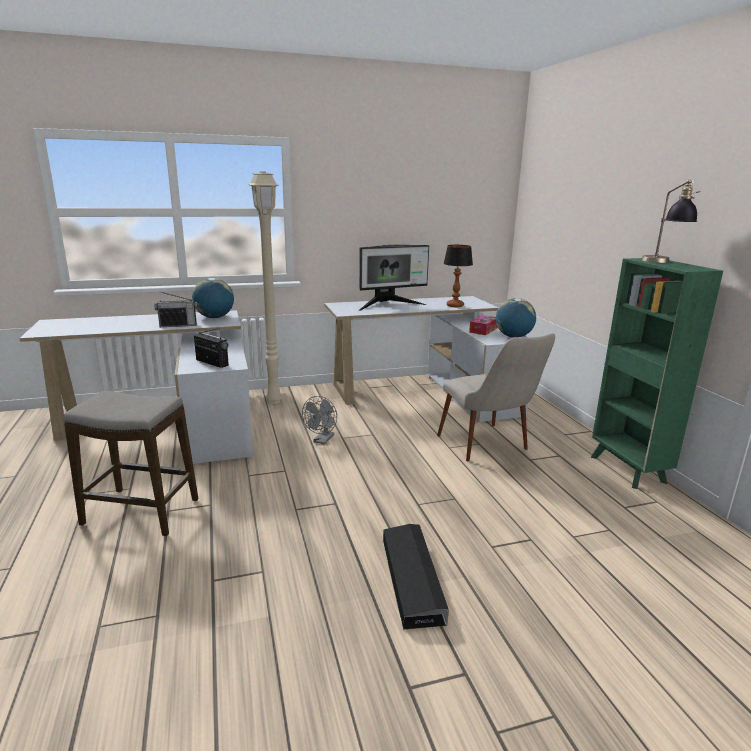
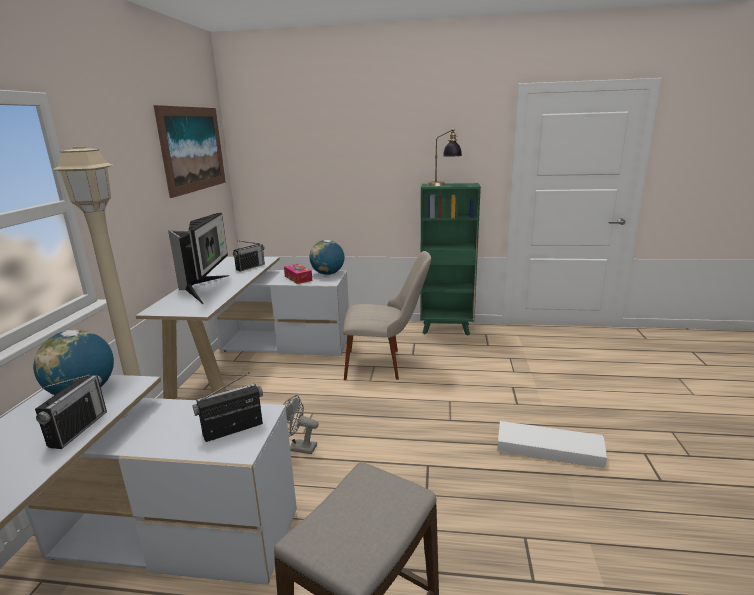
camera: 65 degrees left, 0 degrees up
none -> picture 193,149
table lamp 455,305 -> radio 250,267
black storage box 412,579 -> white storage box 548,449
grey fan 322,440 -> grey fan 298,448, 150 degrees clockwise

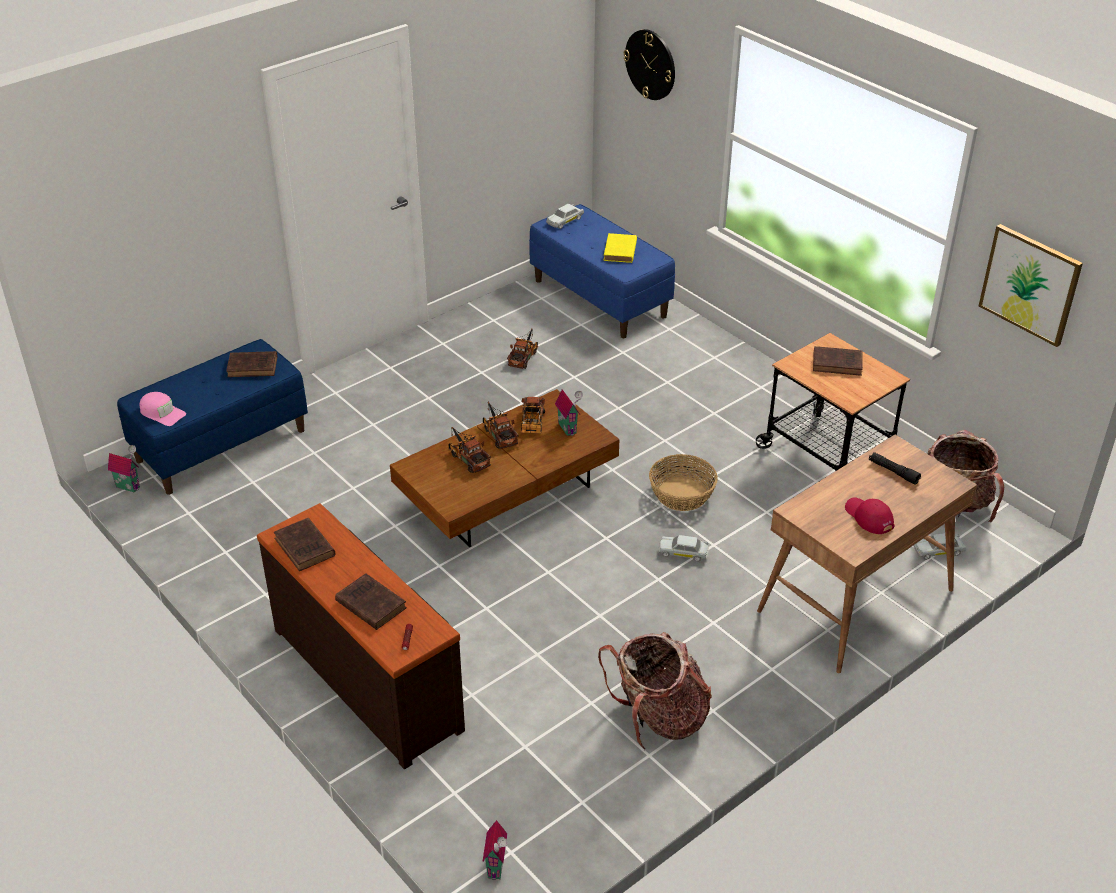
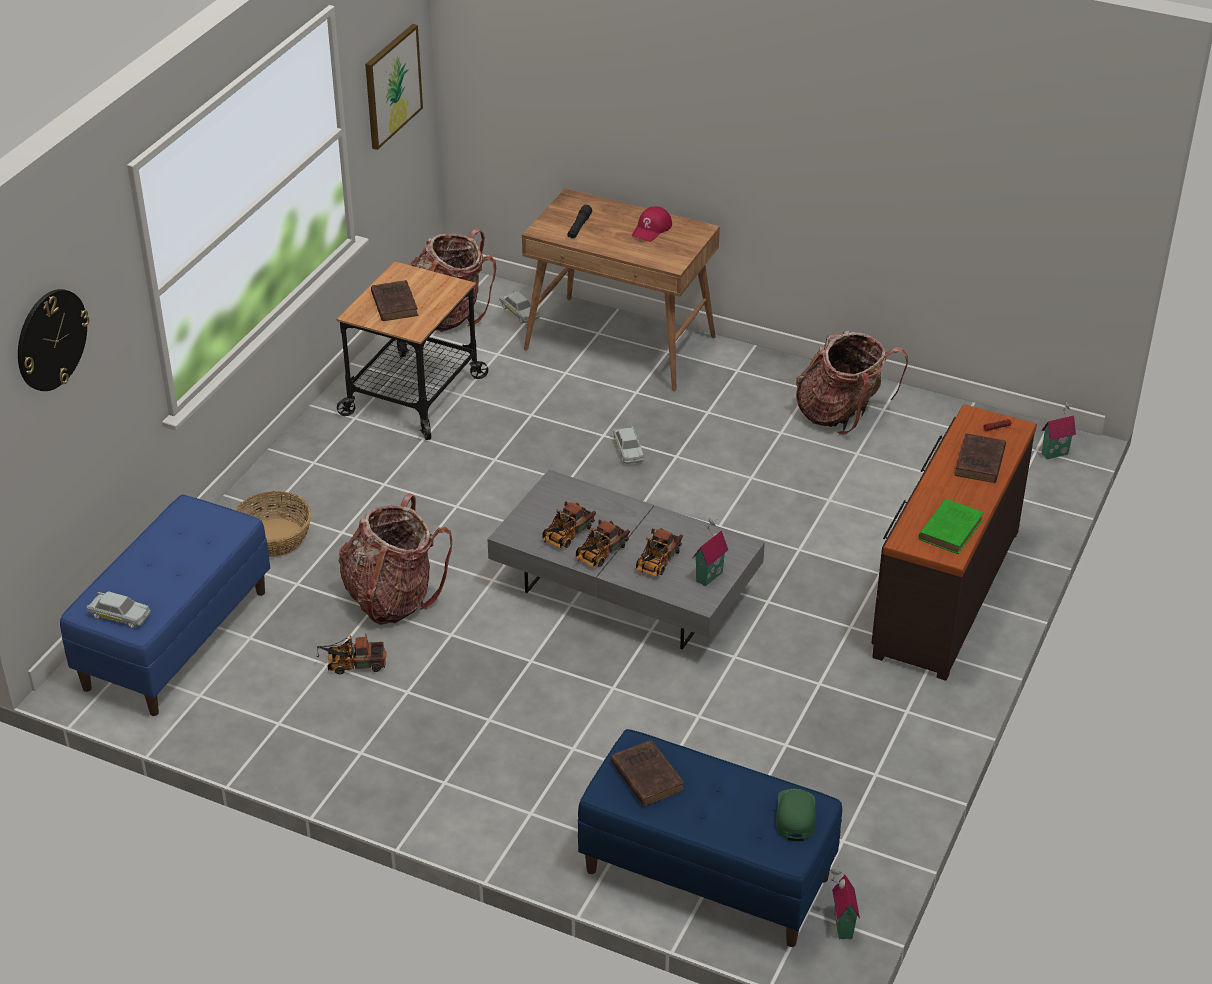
camera: 115 degrees left, 0 degrees up
yellow book 620,251 -> none
none -> backpack 392,597
toy house 569,428 -> toy house 708,575, shifted
basket 682,494 -> basket 273,537, shifted
pink cap 162,413 -> green cap 795,816
brown book 305,548 -> green book 951,529
brown coffee table 507,494 -> grey coffee table 624,591
toy truck 532,424 -> toy truck 566,536, 150 degrees clockwise

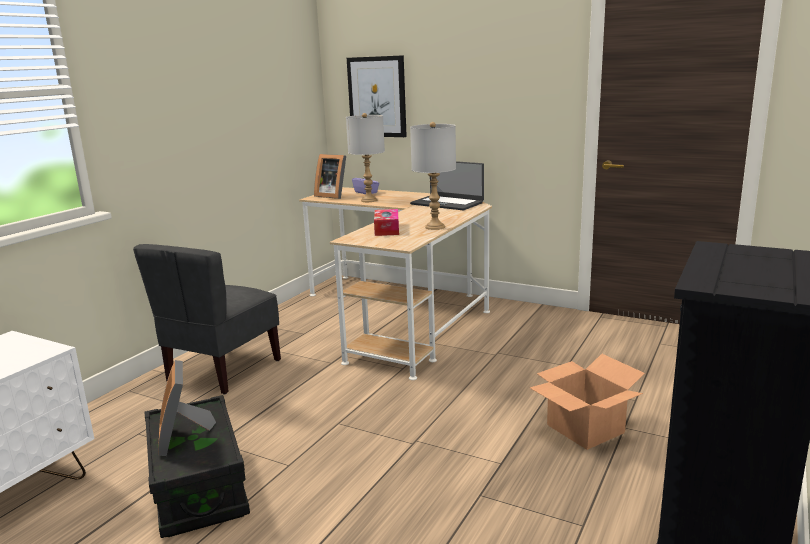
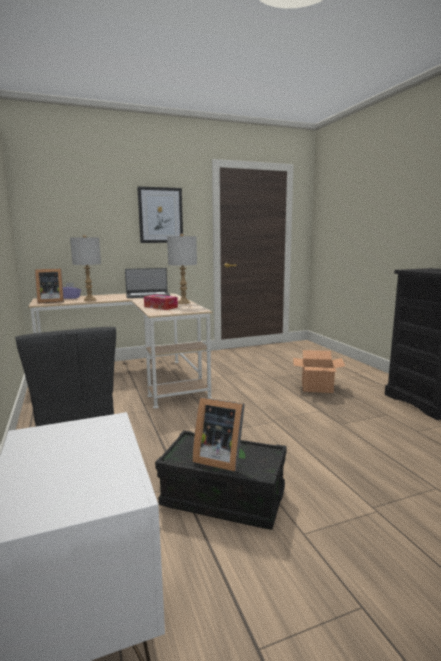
camera: 50 degrees left, 5 degrees down
picture 377,97 -> picture 160,215, shifted

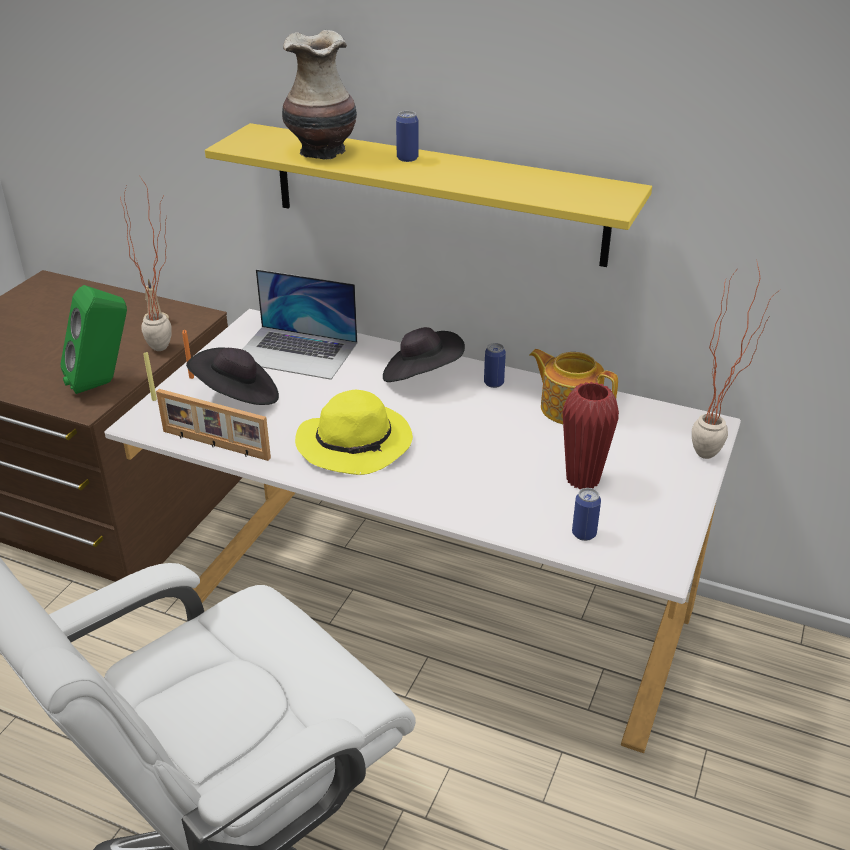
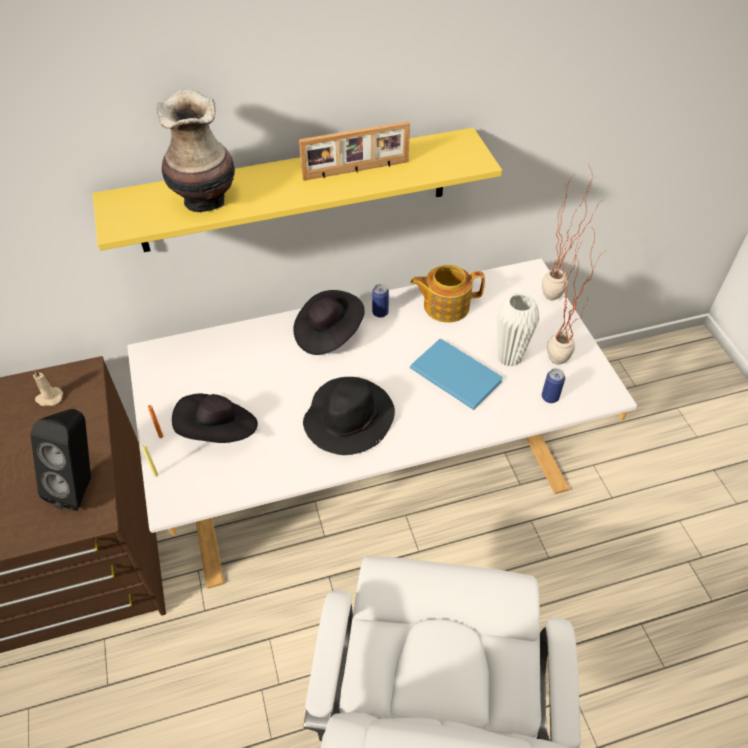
camera: 40 degrees left, 15 degrees up
laptop 296,352 -> none
can 407,158 -> none
none -> blue book 455,372
potted plant 169,346 -> potted plant 559,354, shifted
picture frame 215,445 -> picture frame 356,171, shifted
green speaker 103,383 -> black speaker 81,485
yellow hat 356,443 -> black hat 349,418
red vase 582,480 -> white vase 509,357

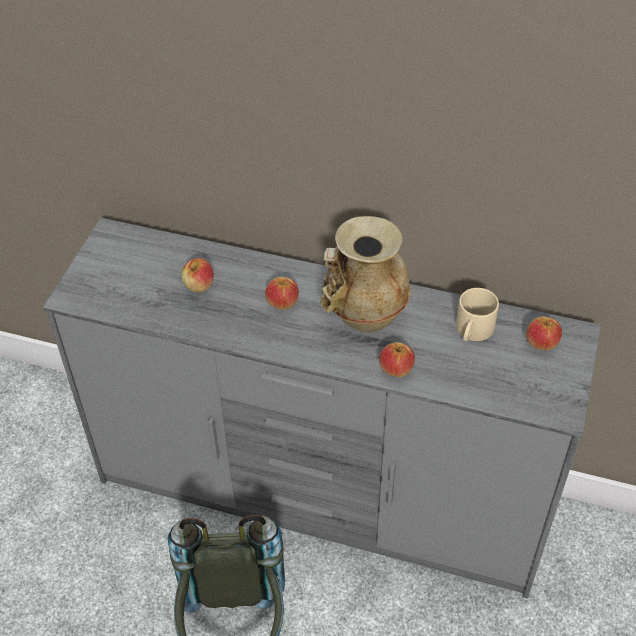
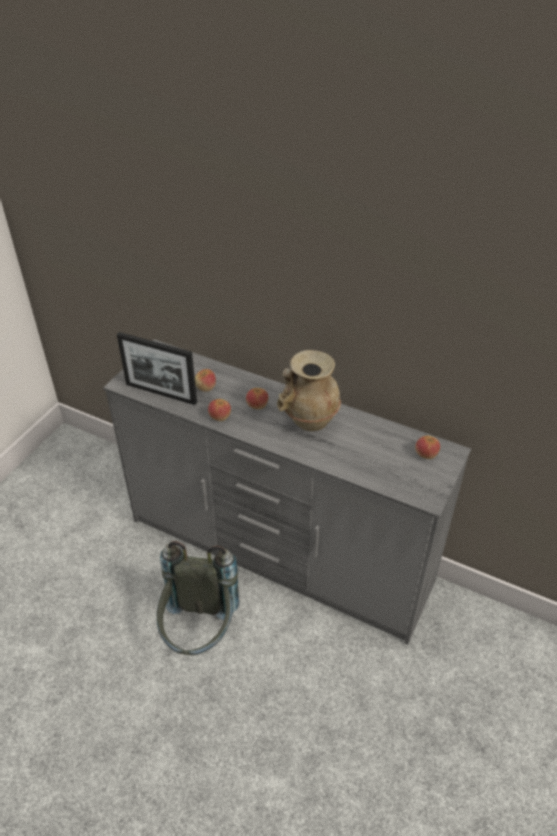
camera: 10 degrees right, 5 degrees down
beige mug 473,332 -> none
none -> picture frame 161,393
apple 396,369 -> apple 220,416, shifted

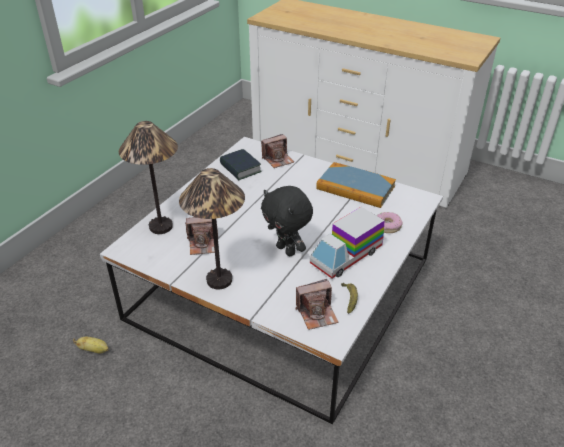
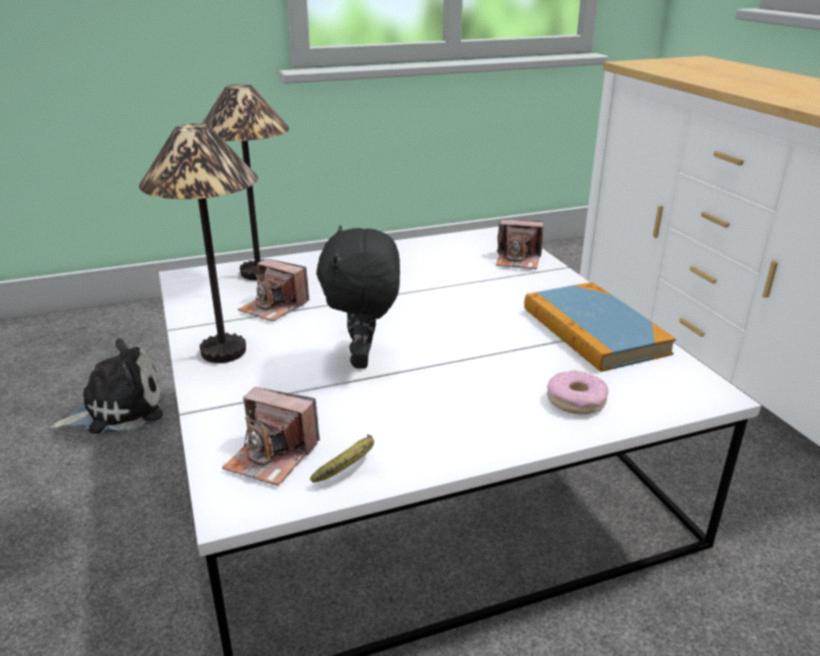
camera: 40 degrees right, 10 degrees down
book 240,168 -> none
toy truck 346,256 -> none
banana 94,350 -> plush toy 118,409

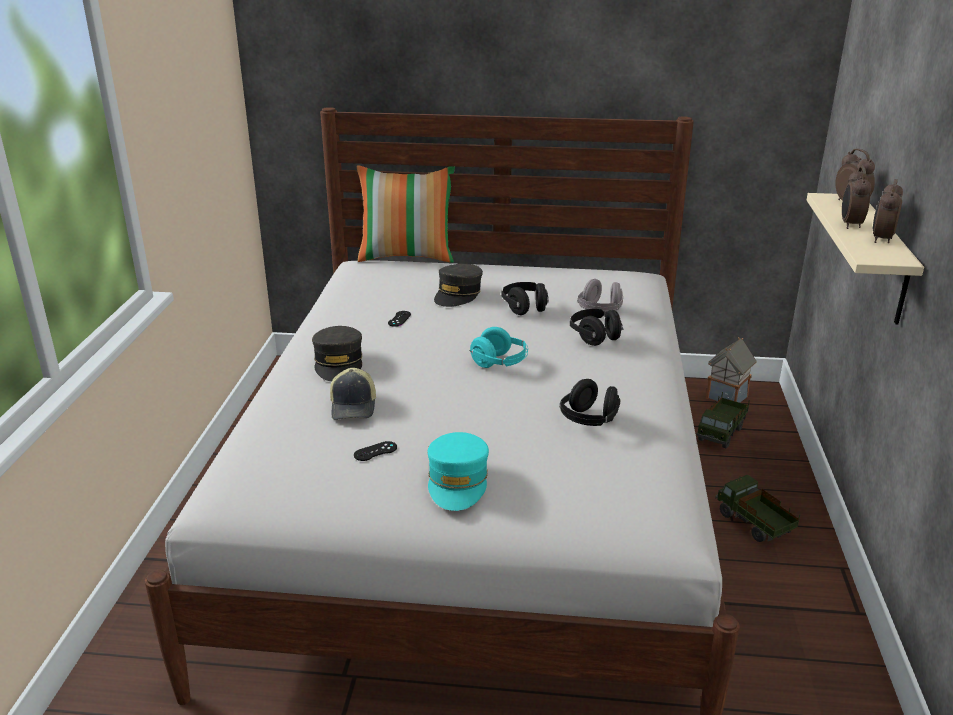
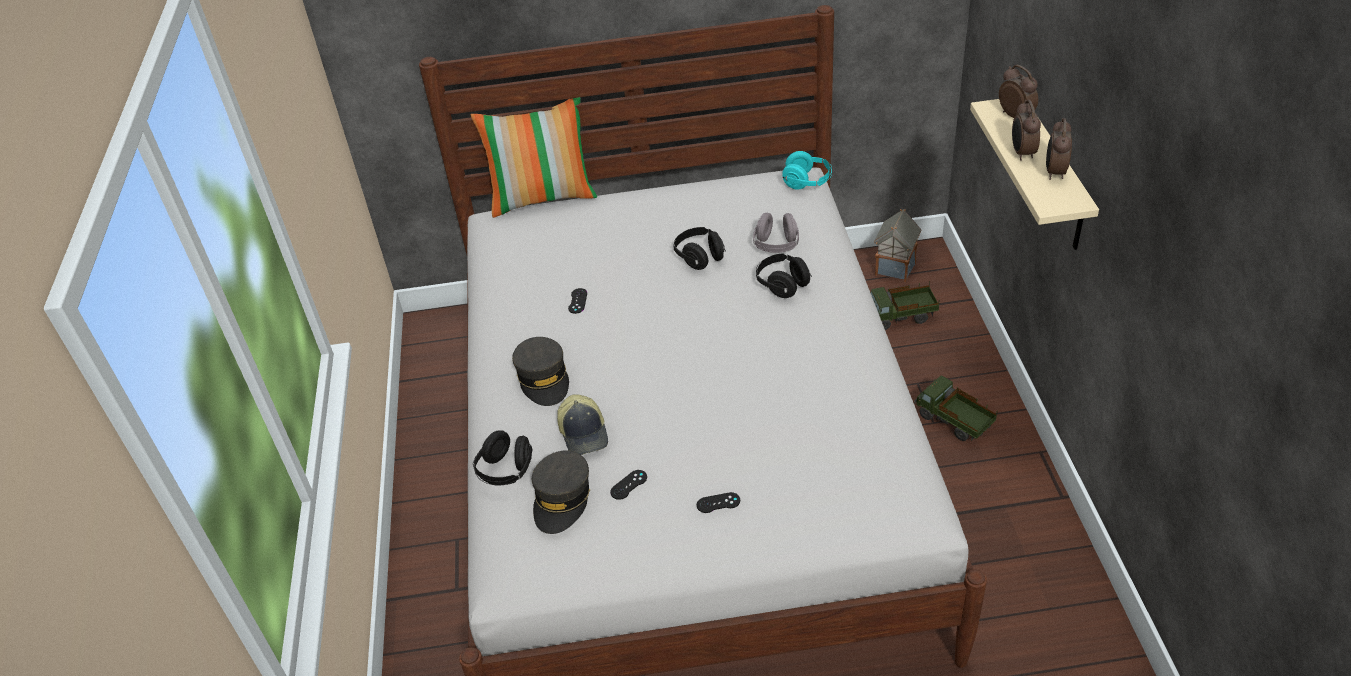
camera: 10 degrees left, 15 degrees up
grey cap 458,294 -> grey cap 562,499, shifted
turquoise headphones 500,363 -> turquoise headphones 807,182, shifted
black headphones 589,420 -> black headphones 506,471, shifted
turquoise cap 458,482 -> black game controller 718,503
toy truck 721,433 -> toy truck 900,317, 60 degrees clockwise

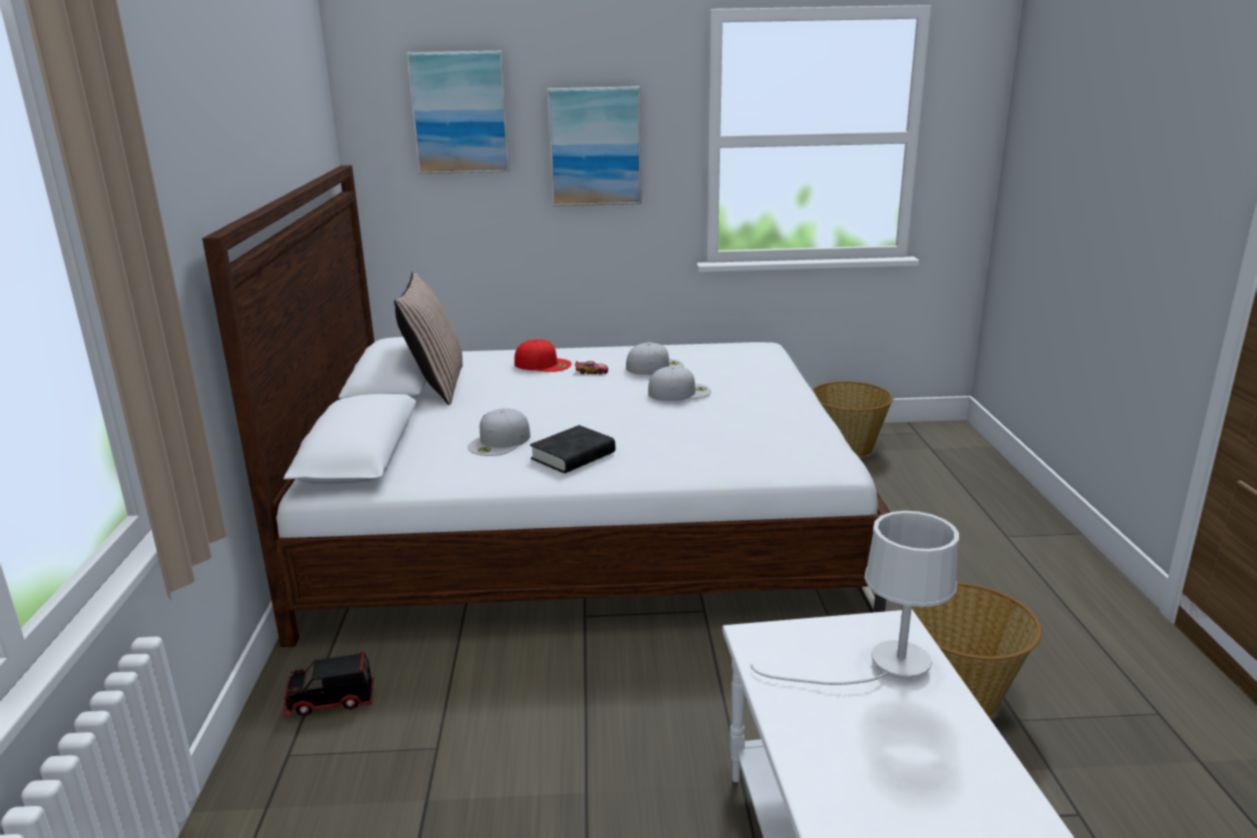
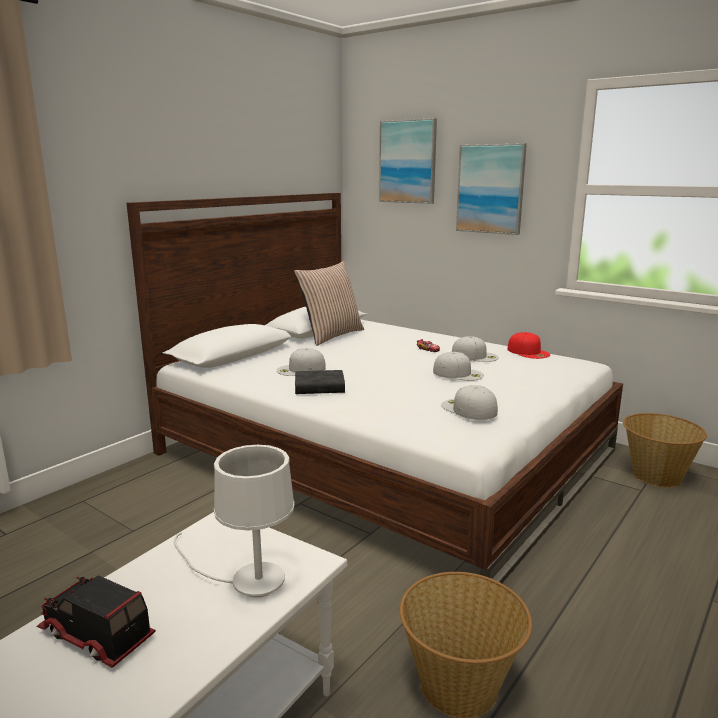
camera: 40 degrees right, 5 degrees down
none -> white cap 468,409
toy truck 330,702 -> toy truck 96,636, shifted
red cap 543,364 -> red cap 528,352, shifted

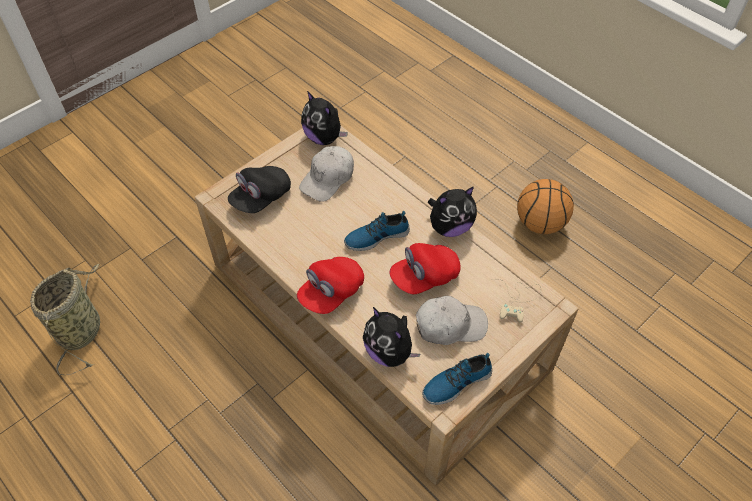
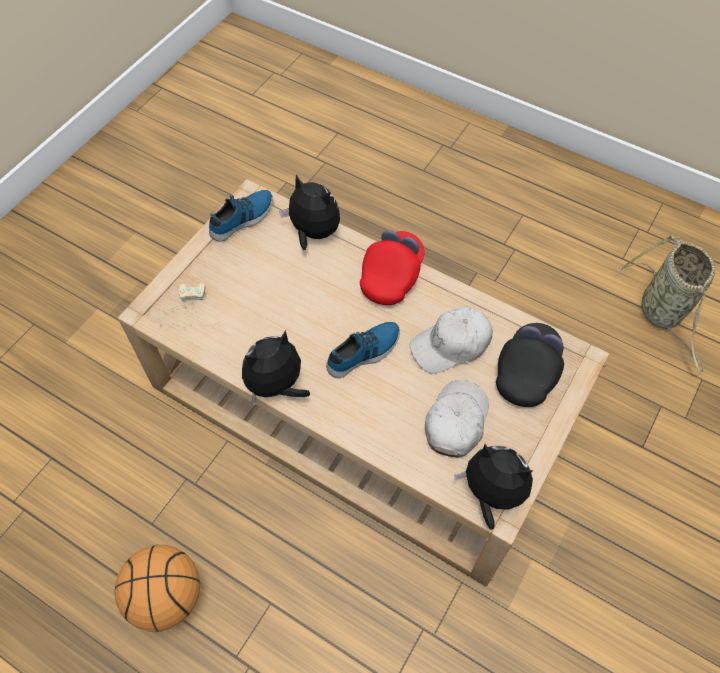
camera: 165 degrees right, 5 degrees up
red cap 424,277 -> none
white cap 450,325 -> white cap 451,345, shifted

